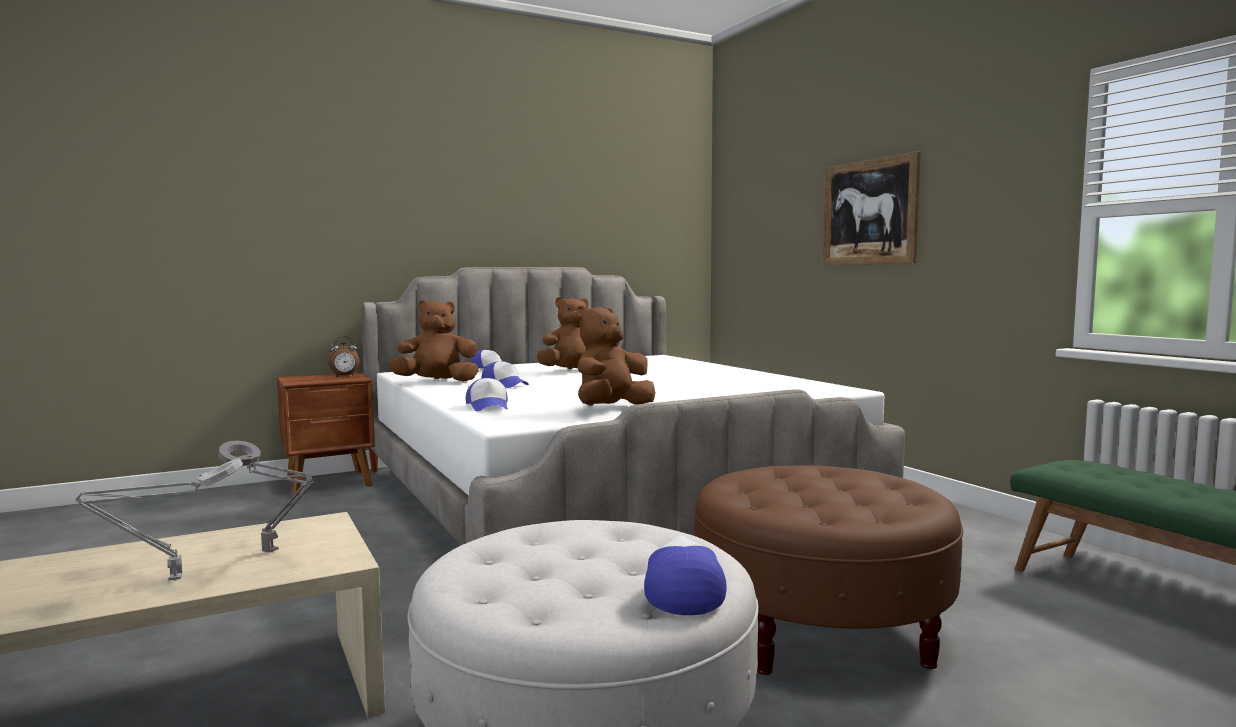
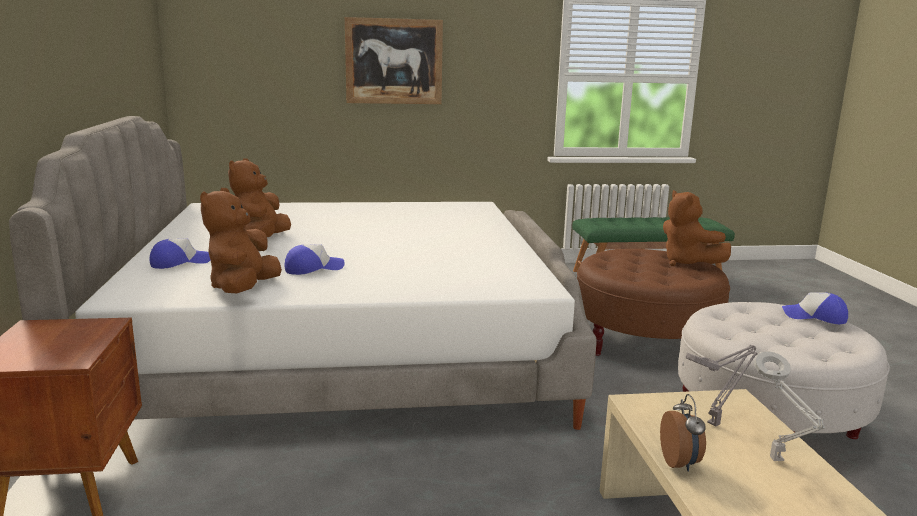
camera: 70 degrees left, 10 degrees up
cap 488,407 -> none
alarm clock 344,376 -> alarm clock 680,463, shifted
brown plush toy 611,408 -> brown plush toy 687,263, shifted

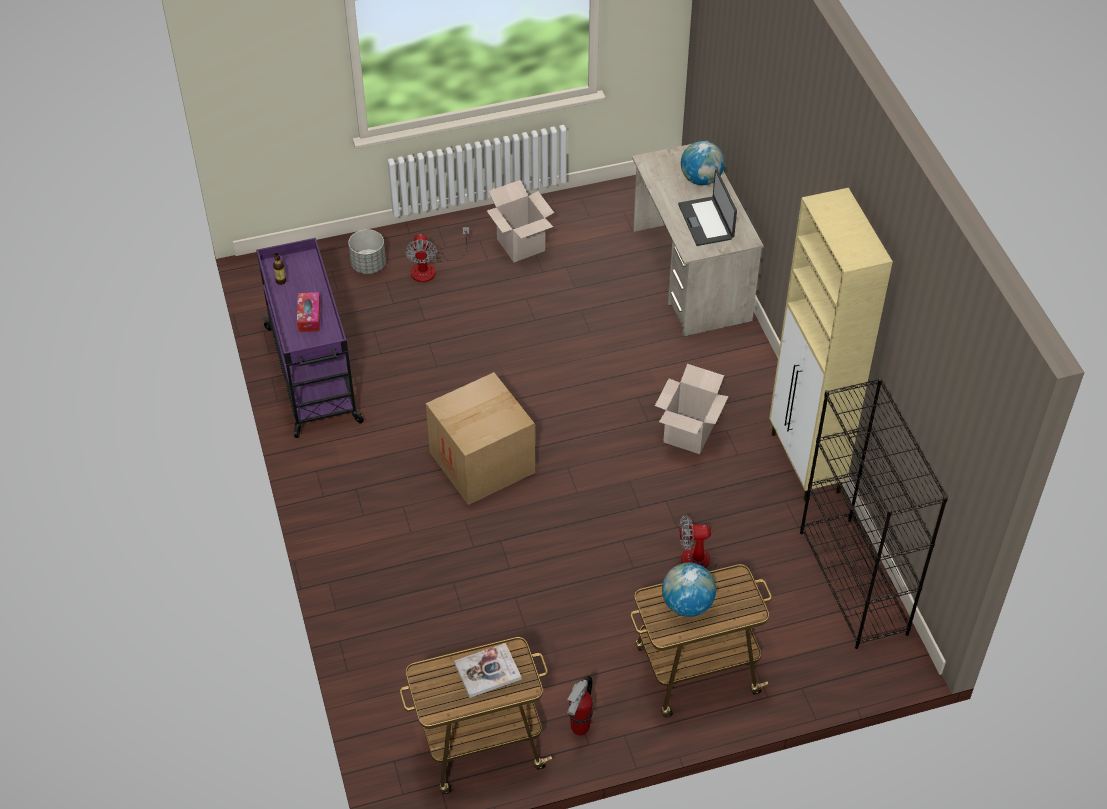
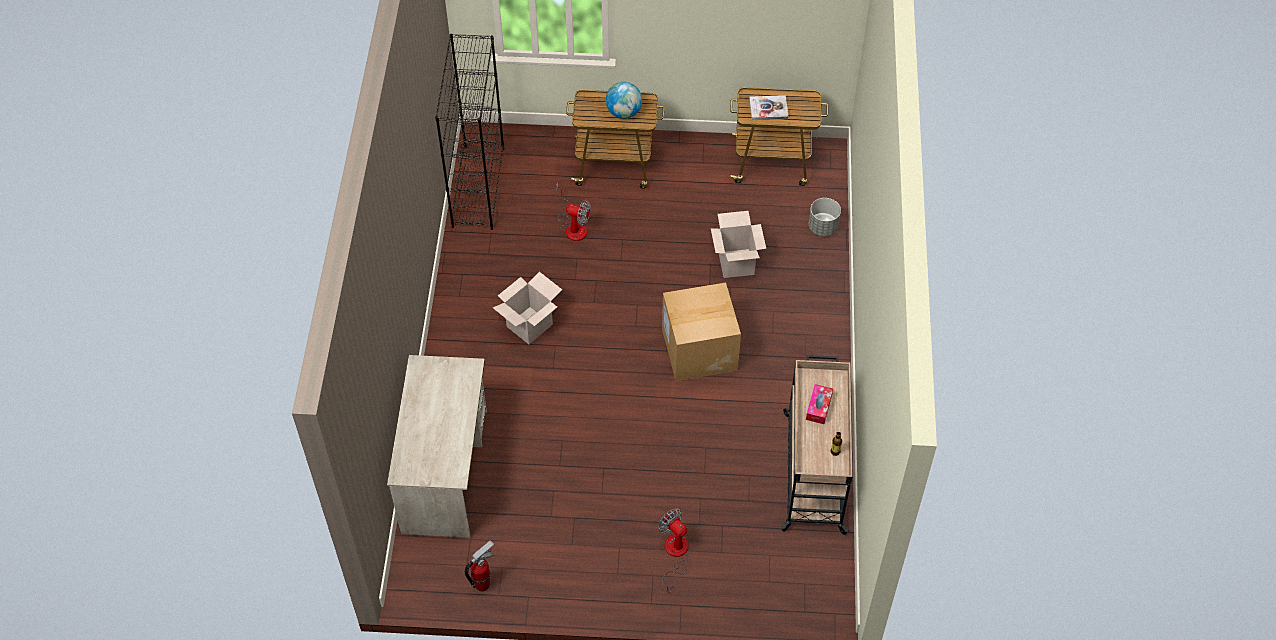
camera: 160 degrees left, 5 degrees up
laptop 706,221 -> none
globe 701,179 -> none
beige cabinet 805,464 -> none
grey planter 368,265 -> grey planter 823,227, shifted
cardboard box 521,245 -> cardboard box 736,263, shifted
fire extinguisher 579,728 -> fire extinguisher 483,585, shifted
purple cart 313,376 -> beige cart 813,470
fan 431,268 -> fan 675,554, 60 degrees counterclockwise

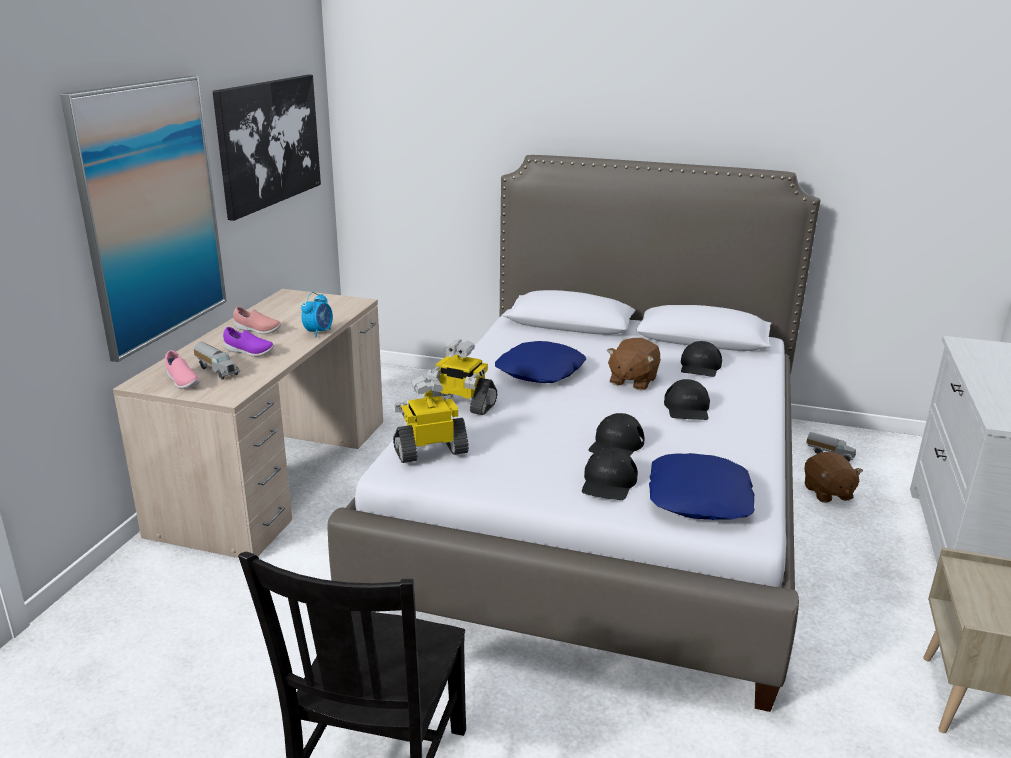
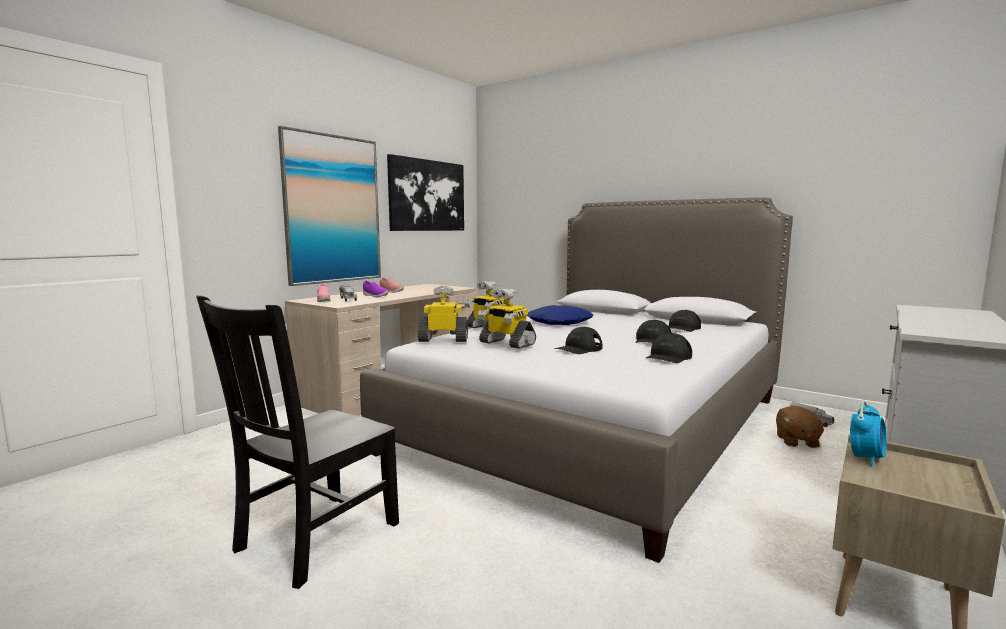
camera: 20 degrees right, 15 degrees down
brown plush toy 632,381 -> none
blue pillow 700,498 -> none
none -> toy robot 506,343
alarm clock 319,332 -> alarm clock 865,458, shifted
black cap 608,482 -> black cap 668,357, shifted

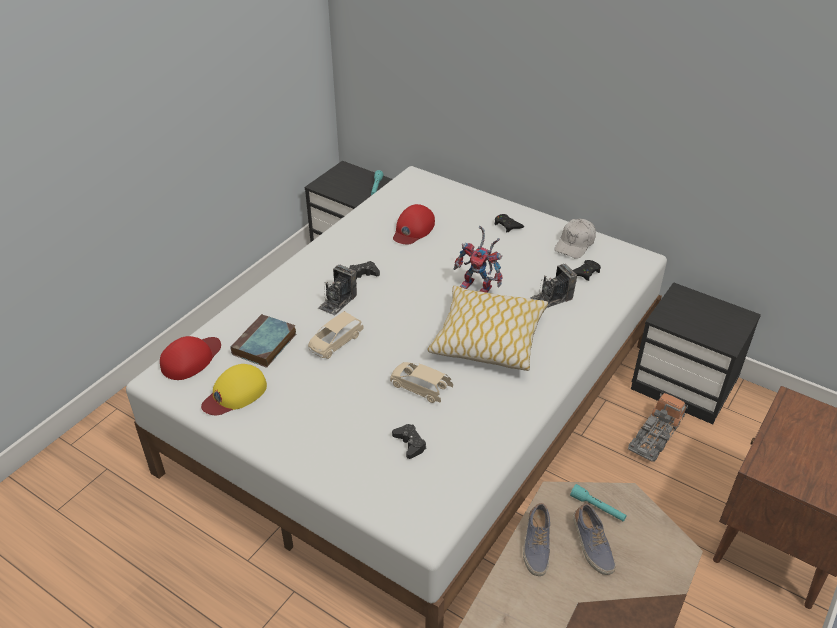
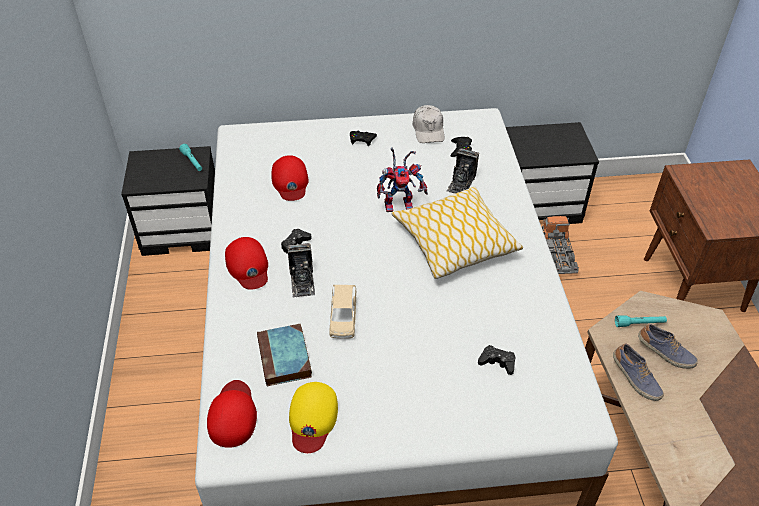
camera: 40 degrees left, 5 degrees up
beige toy car 420,388 -> none
none -> red cap 248,266

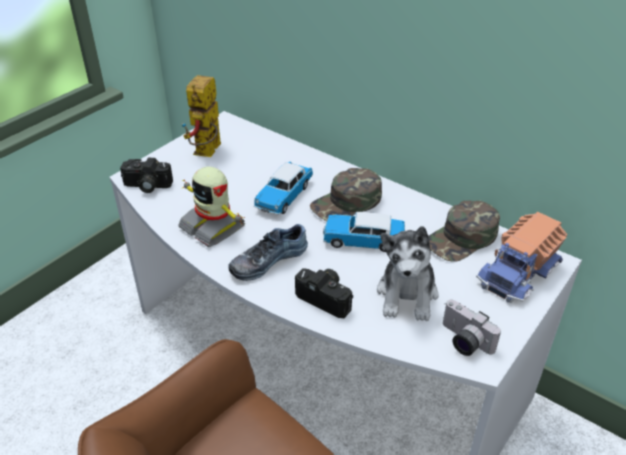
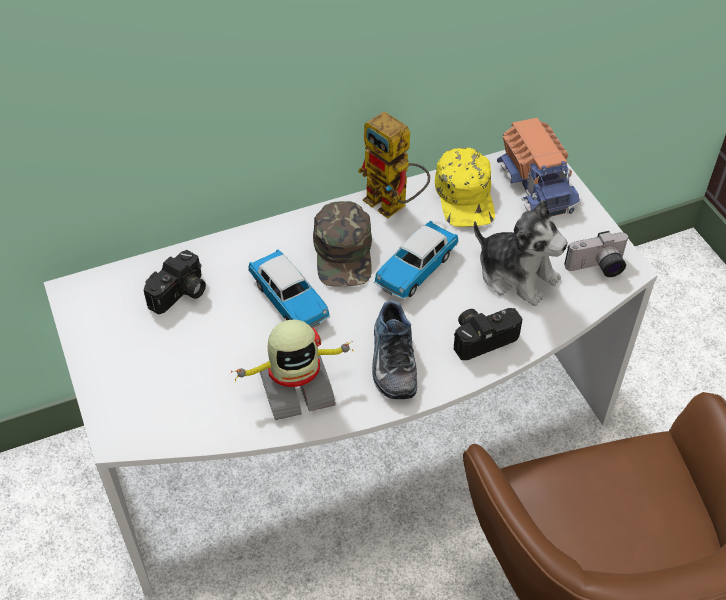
camera: 60 degrees left, 10 degrees up
photo camera 146,186 -> photo camera 180,294, shifted
toy robot 207,153 -> toy robot 394,205, shifted
green cap 462,238 -> yellow cap 465,196

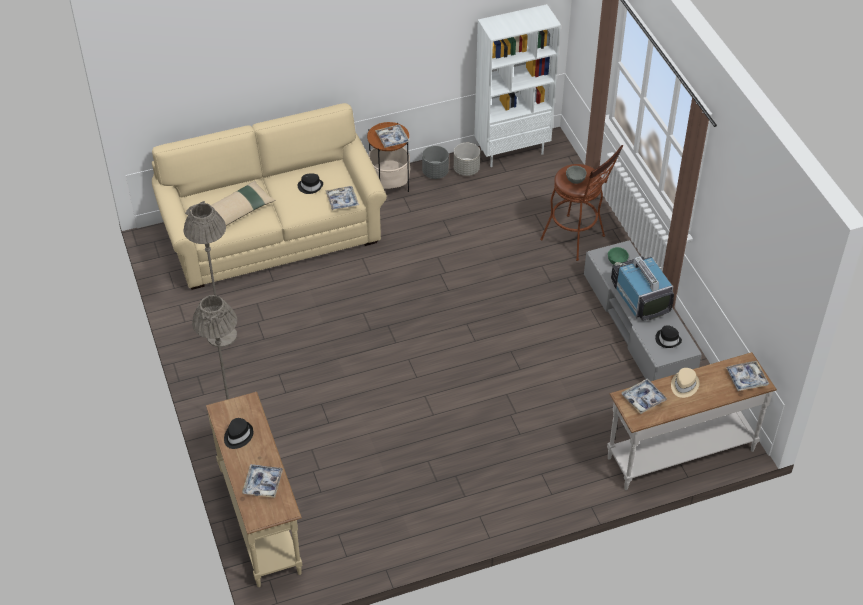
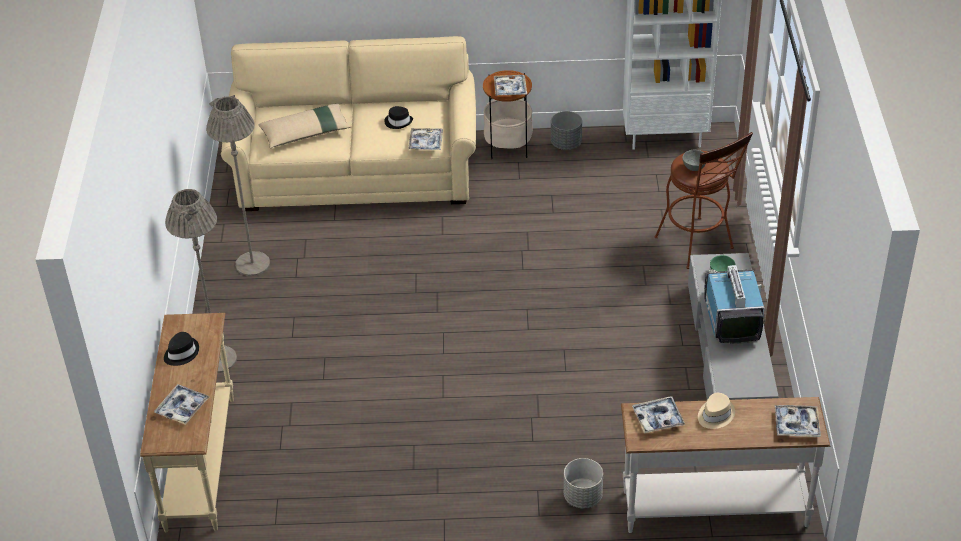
camera: 20 degrees right, 5 degrees down
black hat 668,339 -> none
grey planter 466,170 -> grey planter 582,497, shifted

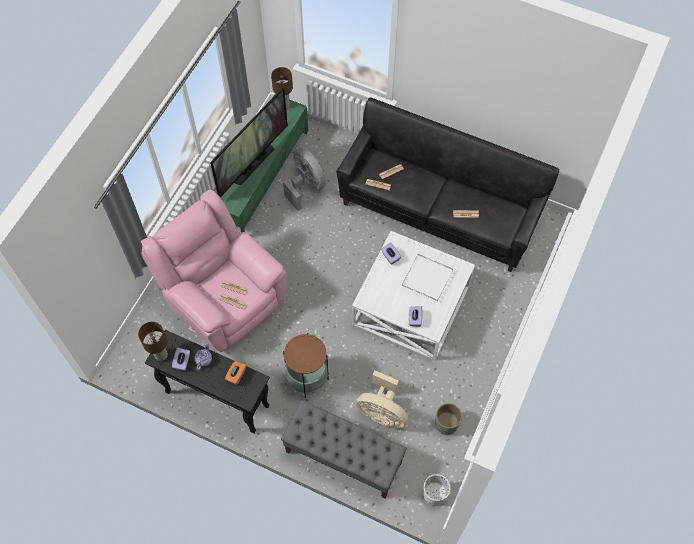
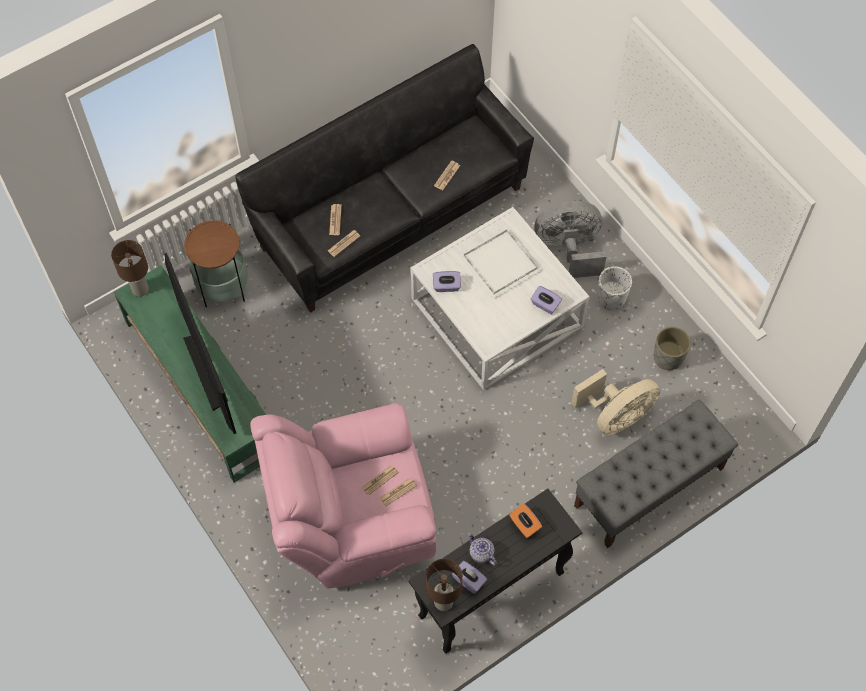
camera: 60 degrees left, 0 degrees up
grey fan 306,186 -> grey fan 569,249, shifted
side table 307,378 -> side table 223,287, shifted
white planter 434,494 -> white planter 611,297, shifted

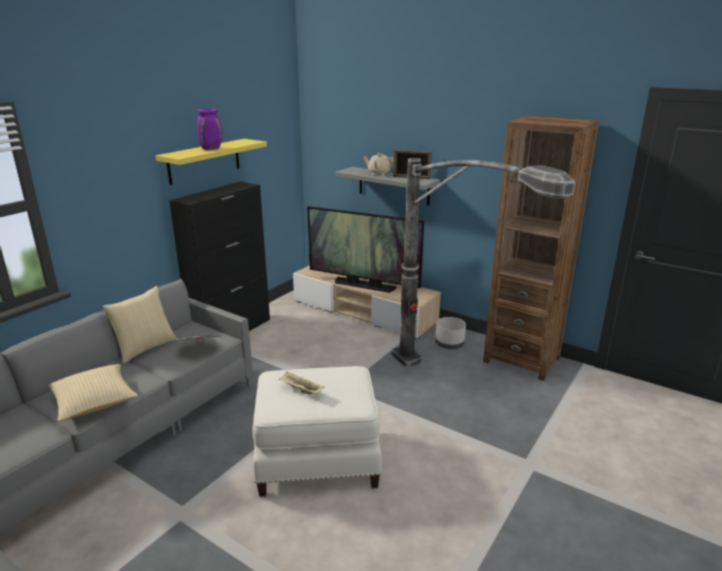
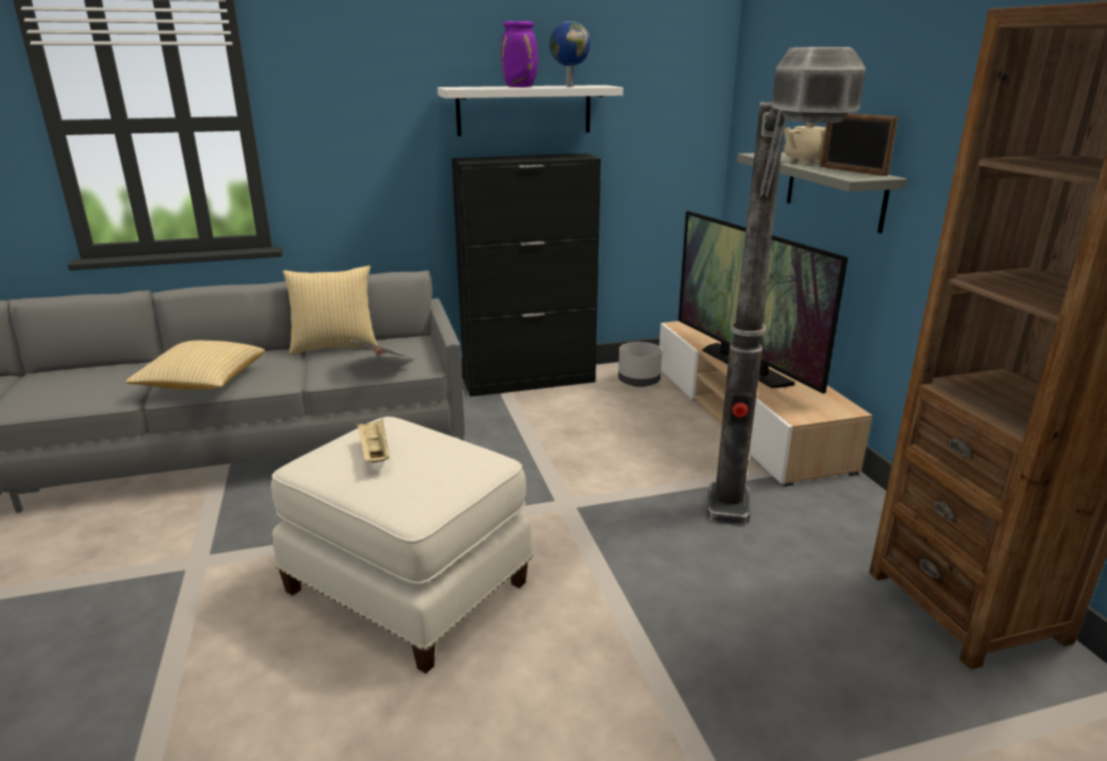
camera: 40 degrees right, 0 degrees up
none -> globe 569,86
grey planter 449,344 -> grey planter 639,381, shifted
yellow shelf 204,161 -> white shelf 524,110

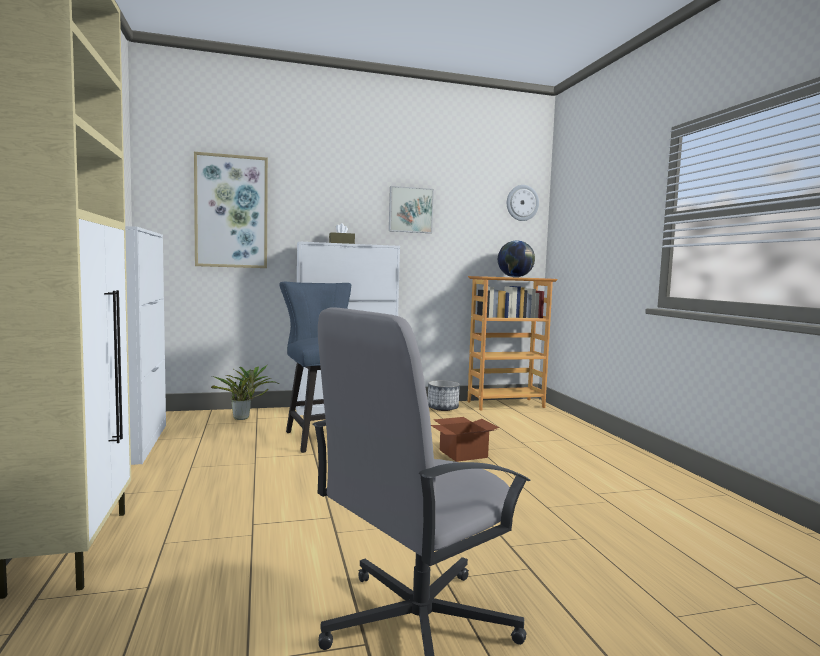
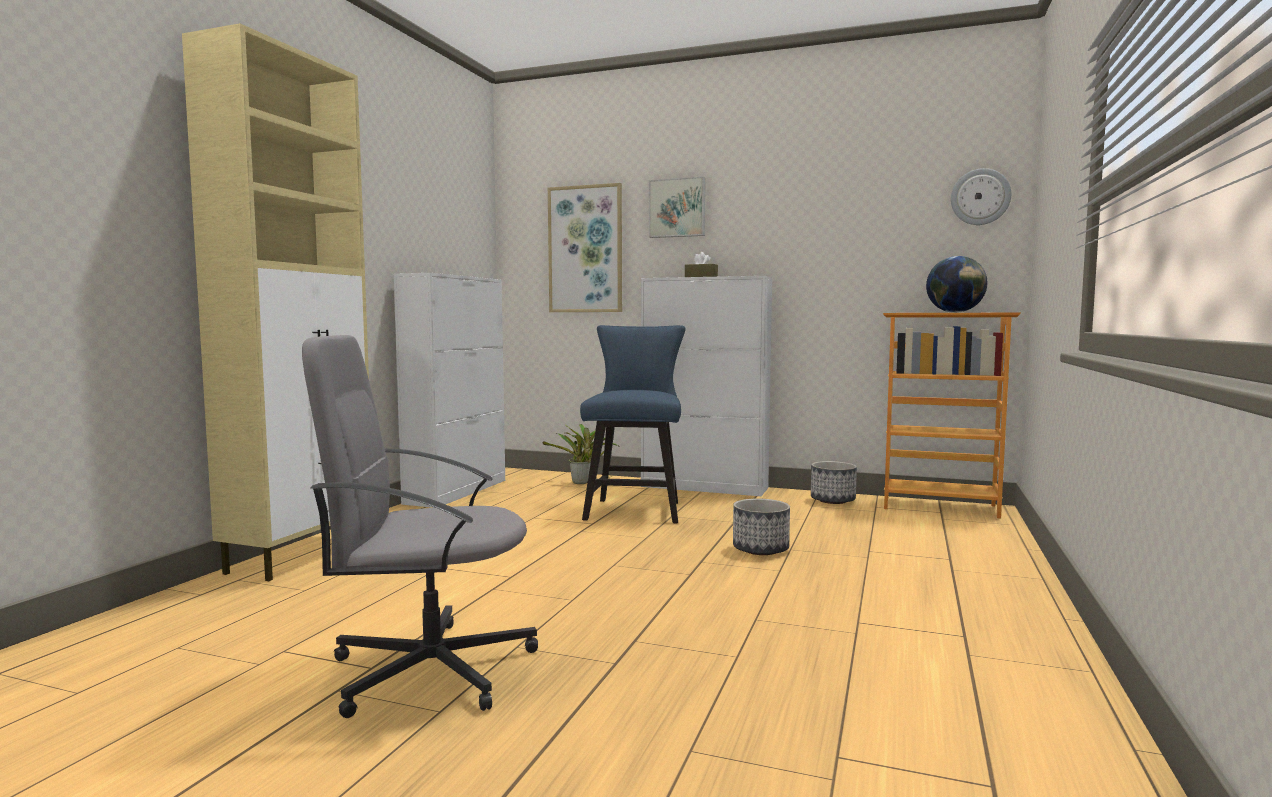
camera: 35 degrees right, 0 degrees up
picture 410,210 -> picture 677,208, shifted
cardboard box 463,453 -> planter 761,549

